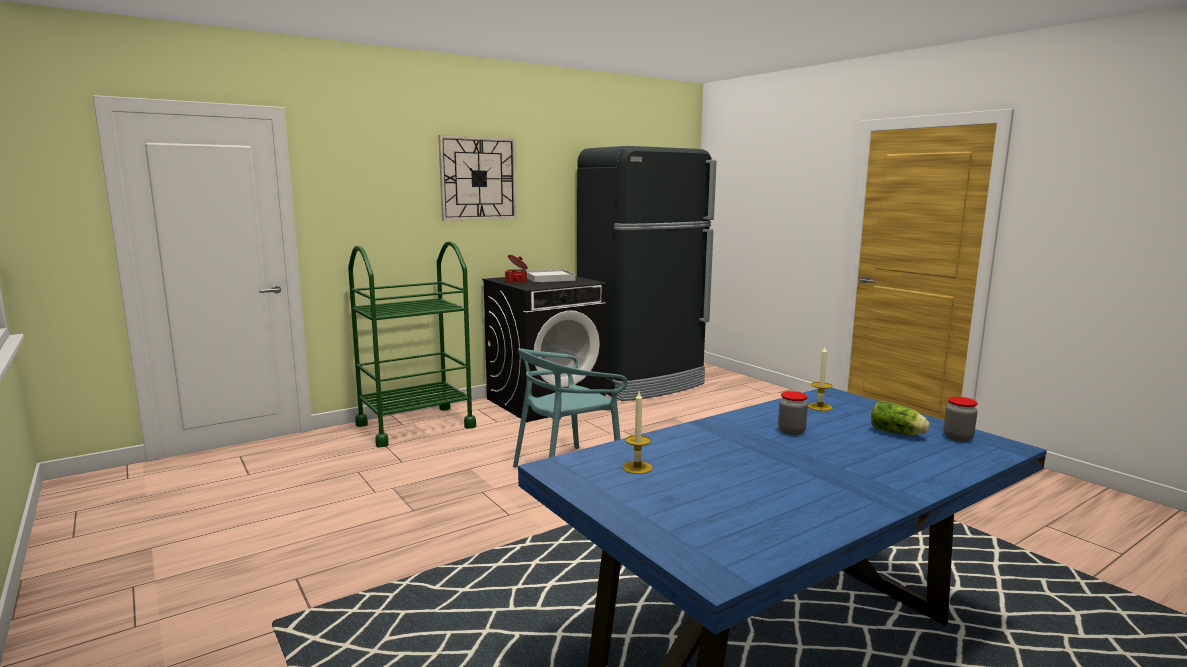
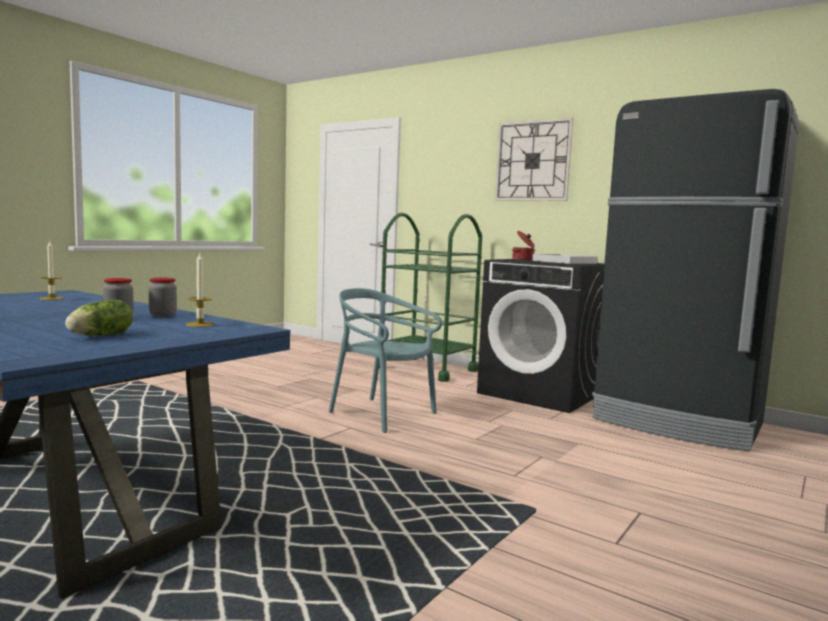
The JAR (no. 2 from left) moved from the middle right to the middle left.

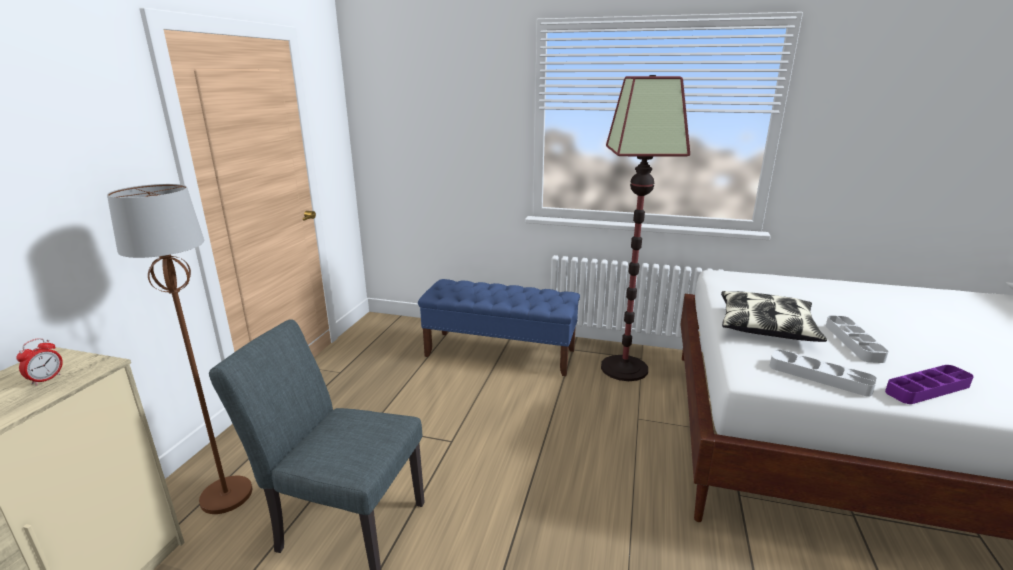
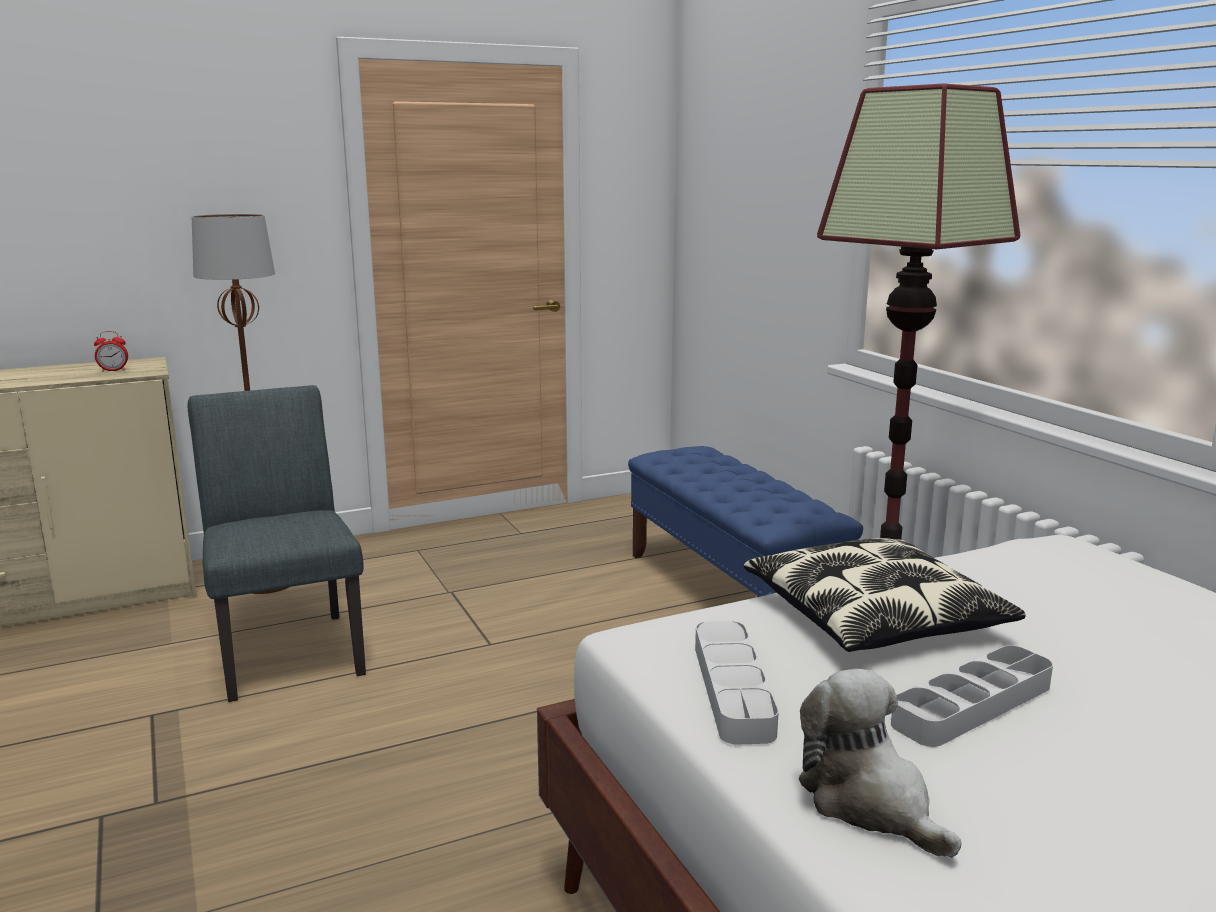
The PURPLE TRAY at the bottom right was replaced by the PLUSH TOY at the bottom right.

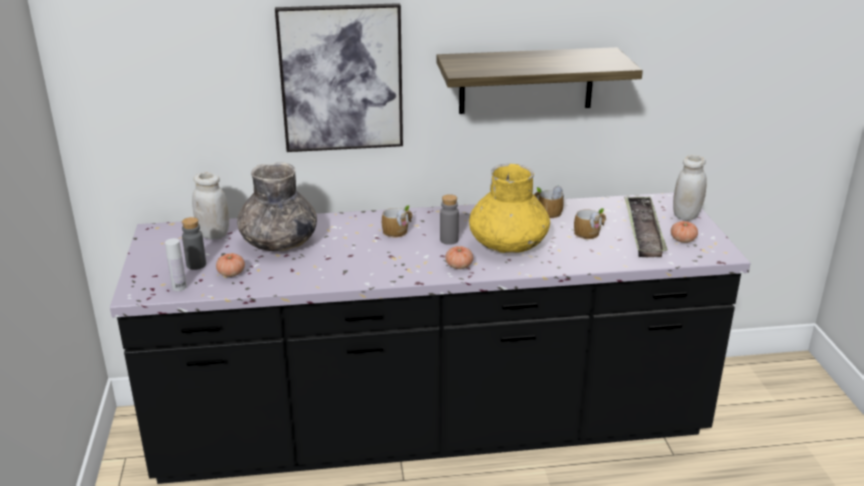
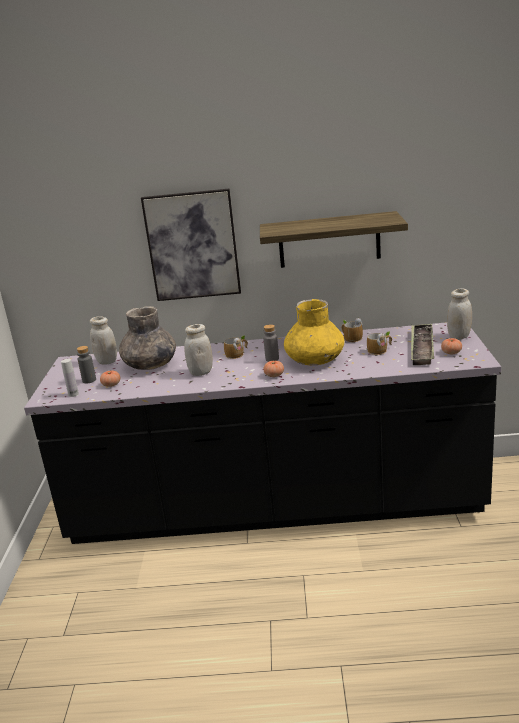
The WHITE JAR (no. 2 from left) at the centre appeared.

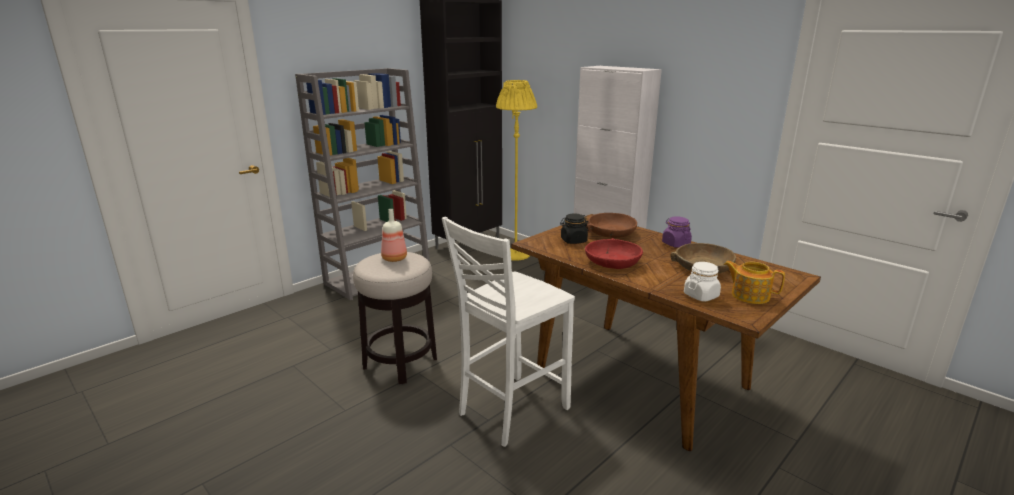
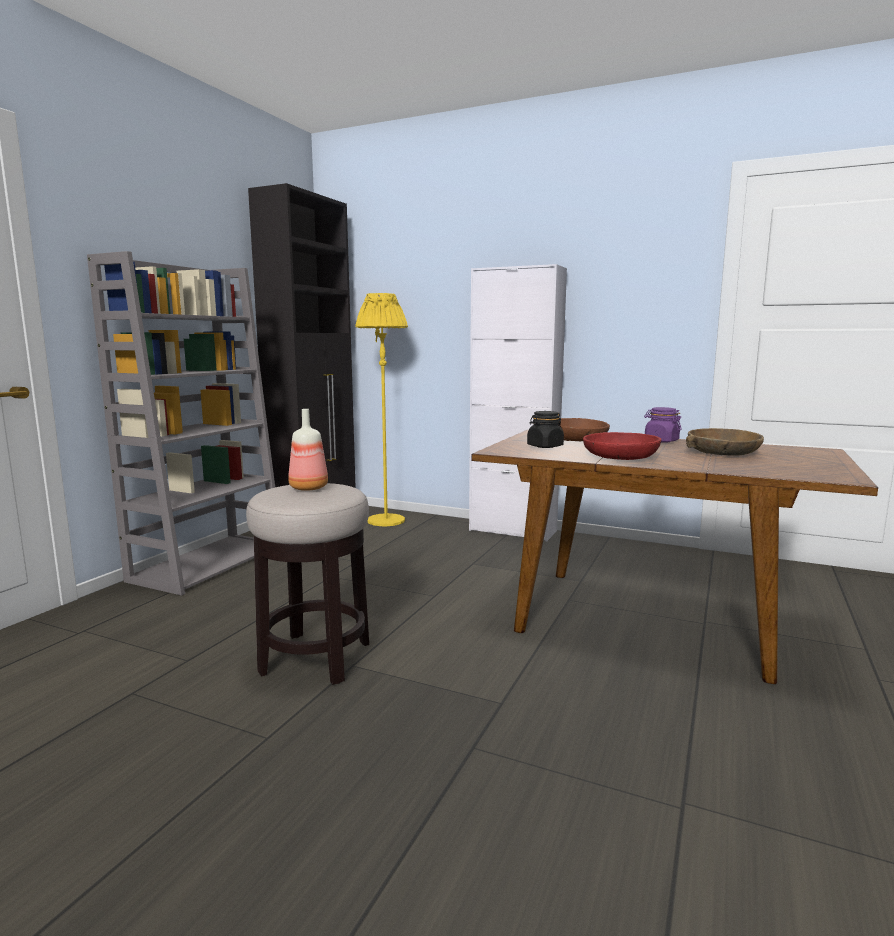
The WHITE CHAIR at the bottom centre disappeared.
The TEAPOT at the middle right disappeared.
The WHITE JAR at the middle right disappeared.

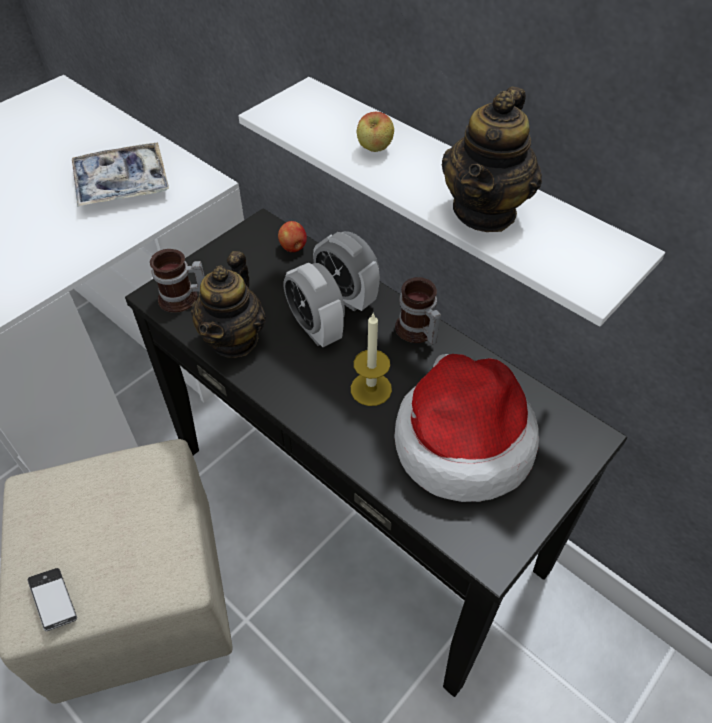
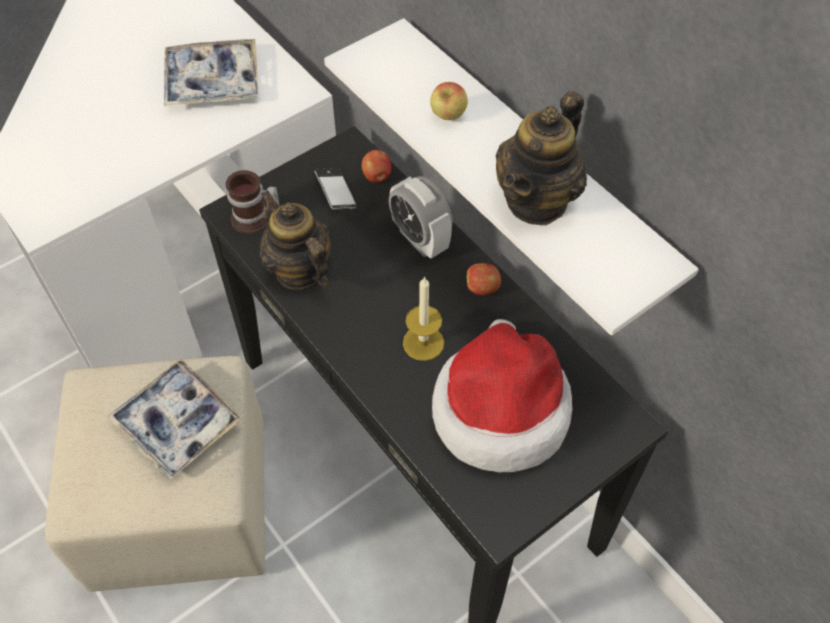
The TEAPOT (no. 1 from left) at the middle left turned 120 degrees clockwise.
The ALARM CLOCK (no. 1 from left) at the centre disappeared.
The MUG (no. 2 from left) at the centre was replaced by the APPLE (no. 3 from left) at the centre.
The PHONE moved from the bottom left to the top centre.
The TRAY (no. 1 from left) at the bottom left appeared.

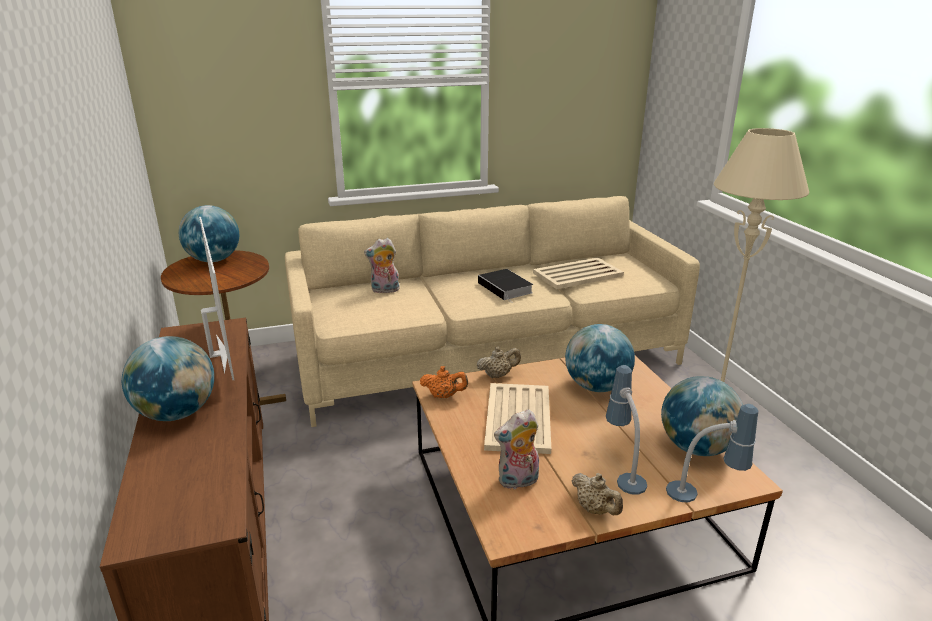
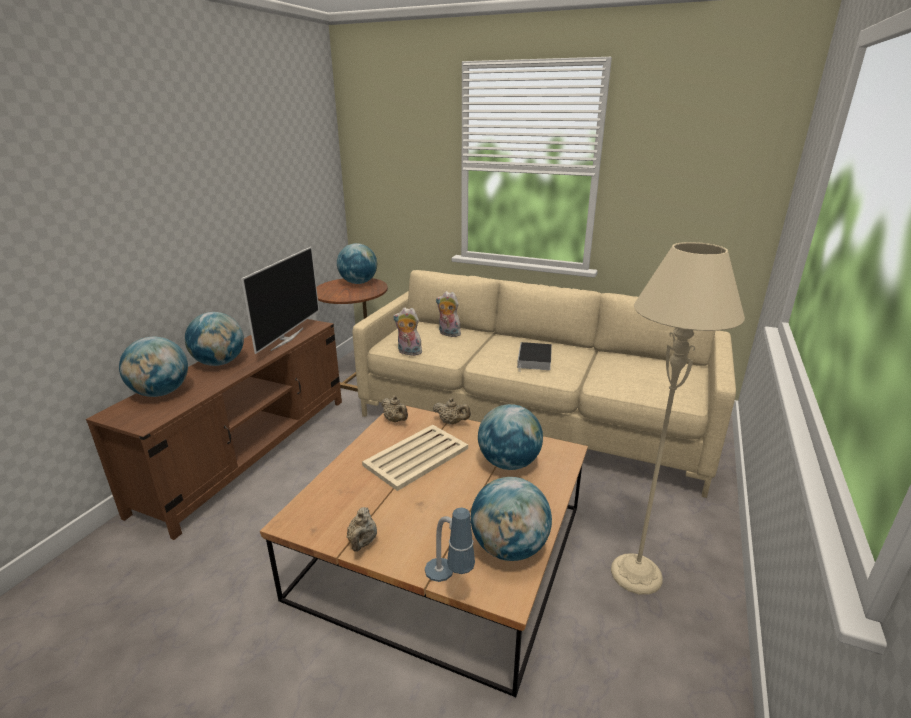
The BEIGE TRAY (no. 2 from left) at the centre disappeared.
The TABLE LAMP (no. 1 from left) at the bottom right disappeared.
The ORANGE TEAPOT at the centre became the BEIGE TEAPOT (no. 2 from left) at the centre.
The PLUSH TOY (no. 2 from left in the first image) moved from the bottom centre to the centre.
The GLOBE (no. 1 from left) at the middle left appeared.

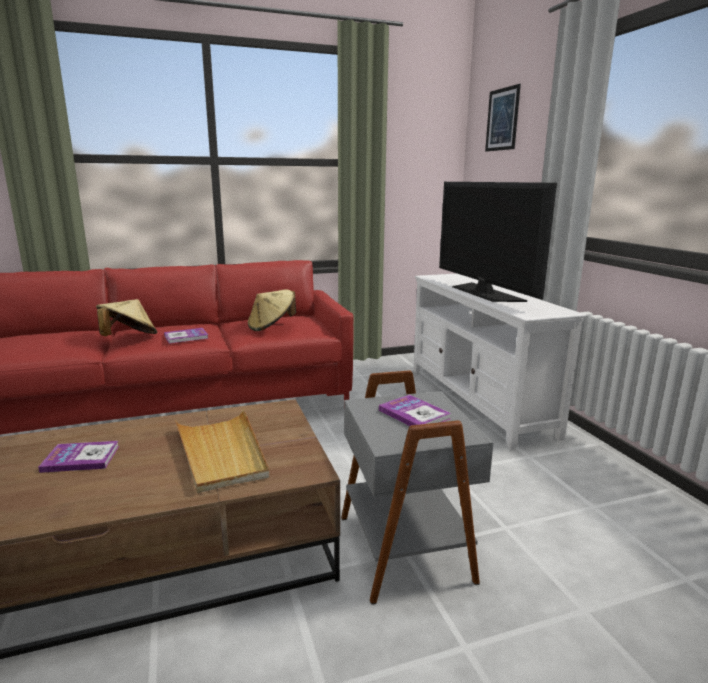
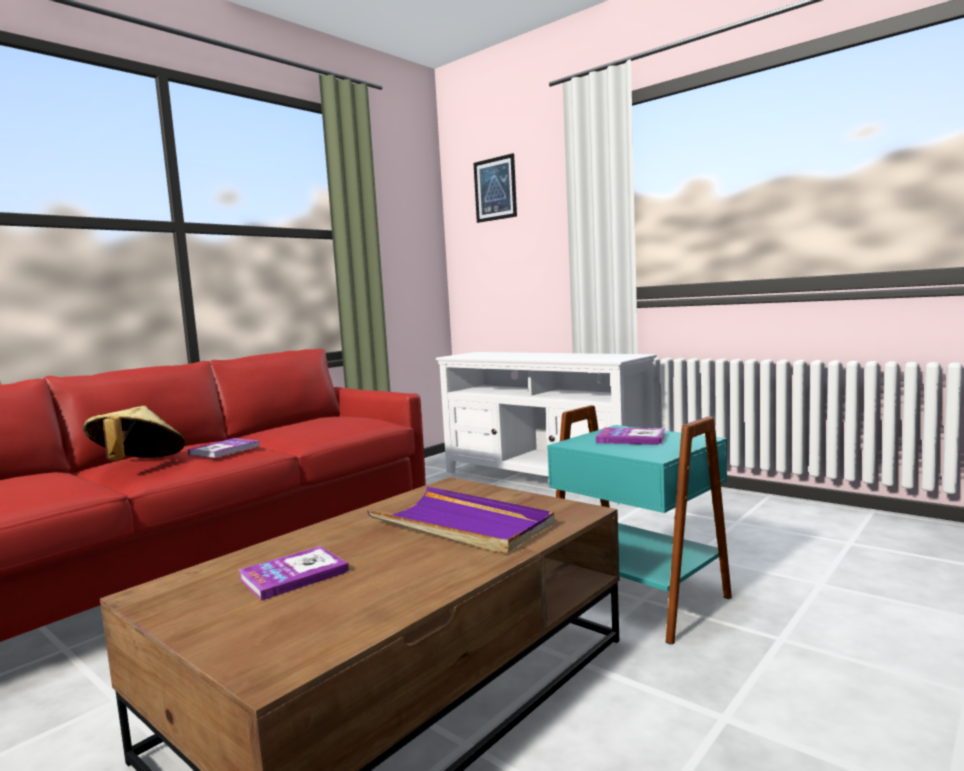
The TELEVISION at the middle right disappeared.
The BEIGE HAT (no. 2 from left) at the centre disappeared.
The GREY SIDE TABLE at the bottom centre became the TURQUOISE SIDE TABLE at the bottom centre.
The BEIGE TRAY at the middle left became the PURPLE TRAY at the bottom centre.

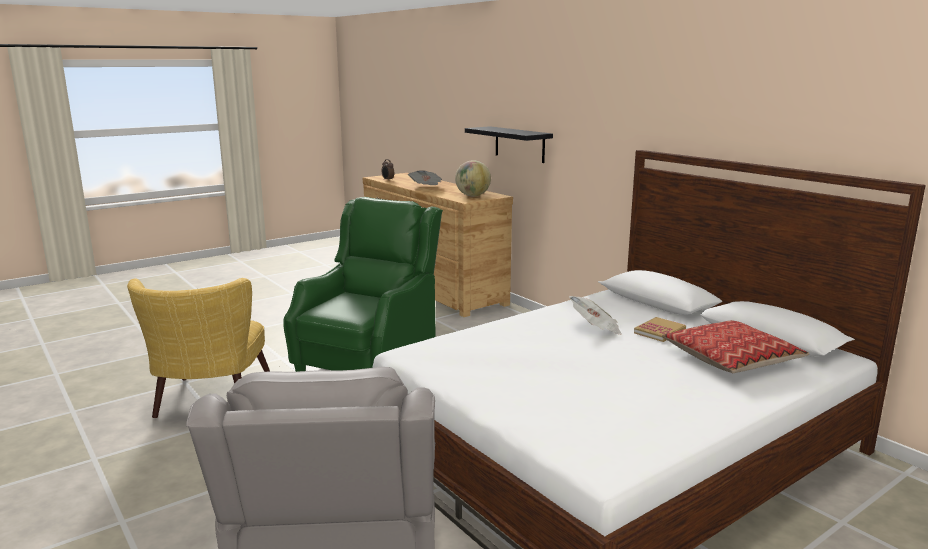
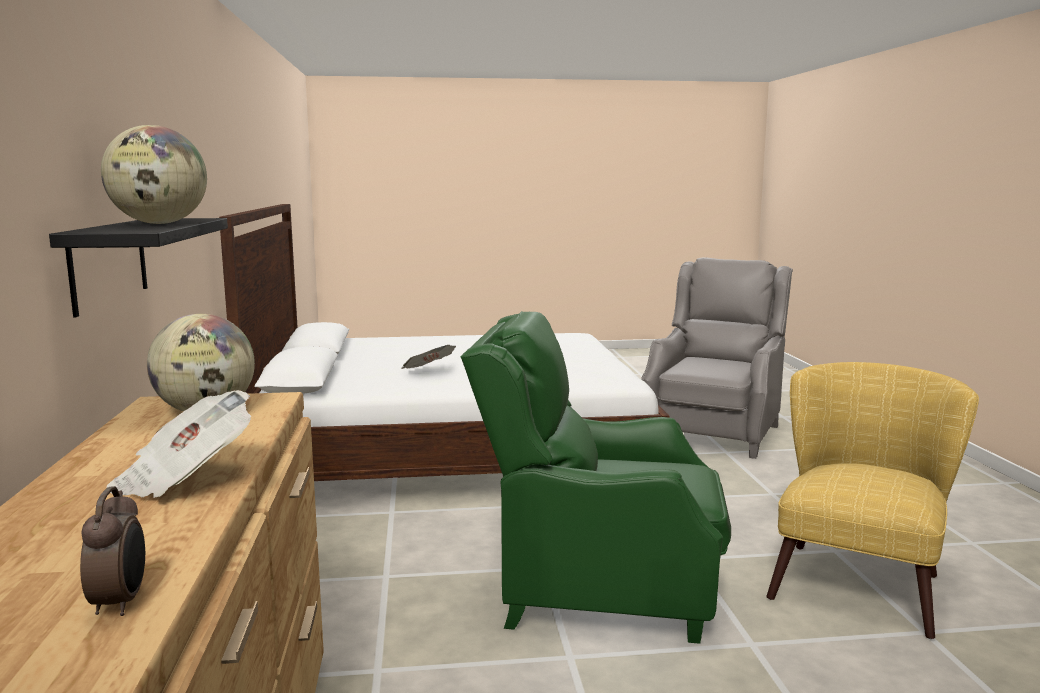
The GREEN ARMCHAIR at the centre turned 45 degrees clockwise.
The BOOK at the middle right disappeared.
The PILLOW at the middle right disappeared.
The GLOBE (no. 1 from left) at the top left appeared.

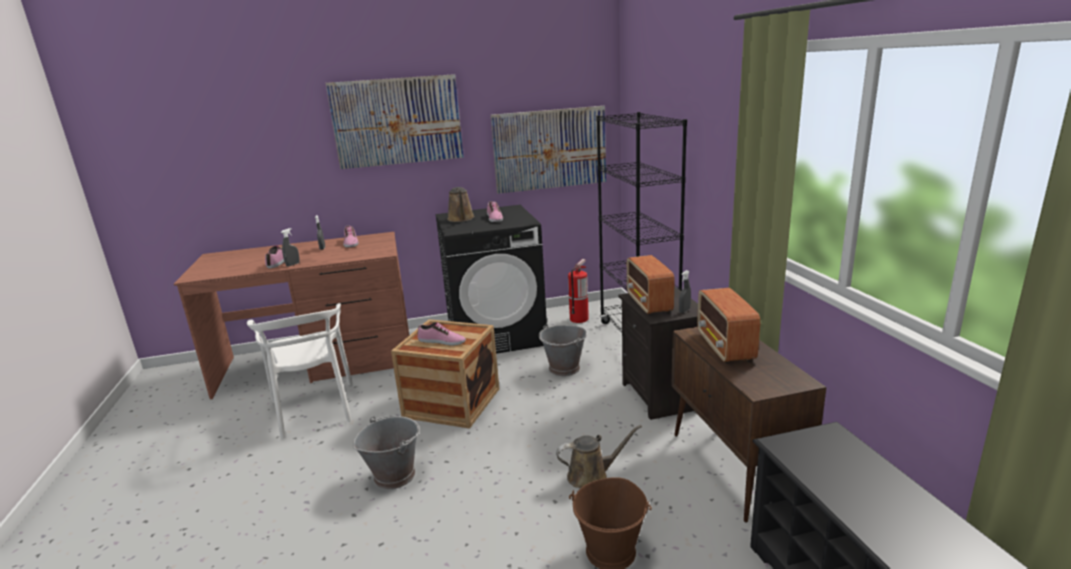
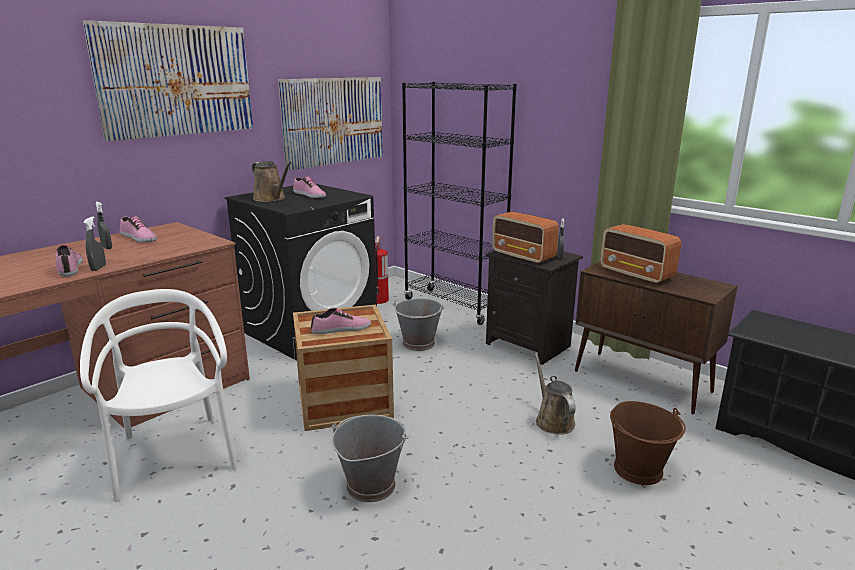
The WHITE CHAIR at the middle left turned 150 degrees counterclockwise.
The BROWN WATERING CAN (no. 2 from left) at the bottom centre turned 60 degrees counterclockwise.

